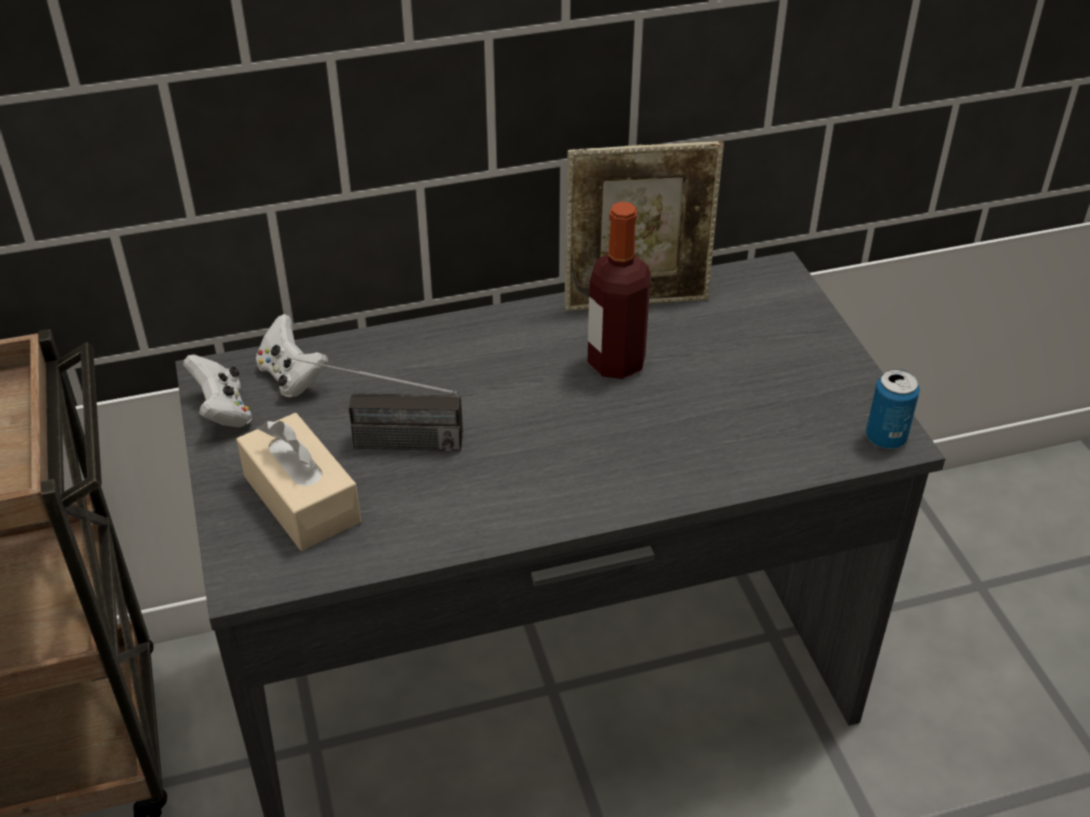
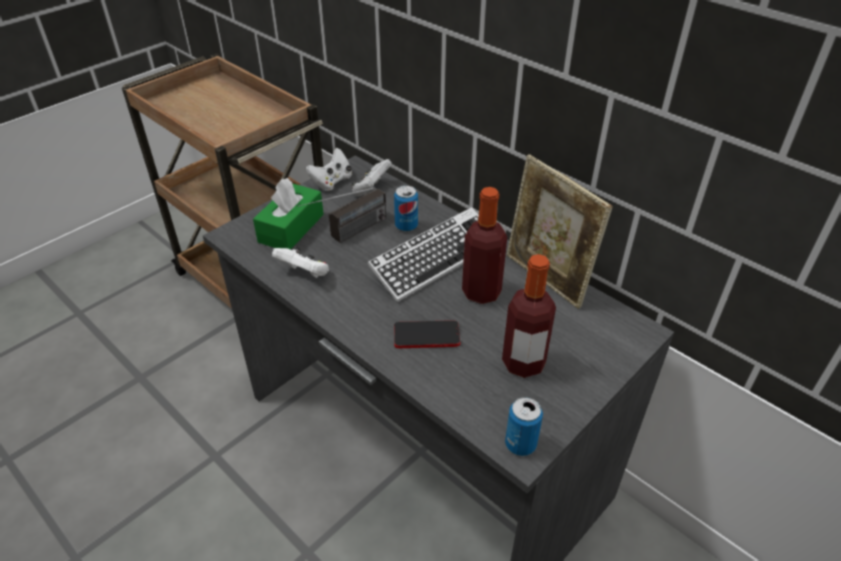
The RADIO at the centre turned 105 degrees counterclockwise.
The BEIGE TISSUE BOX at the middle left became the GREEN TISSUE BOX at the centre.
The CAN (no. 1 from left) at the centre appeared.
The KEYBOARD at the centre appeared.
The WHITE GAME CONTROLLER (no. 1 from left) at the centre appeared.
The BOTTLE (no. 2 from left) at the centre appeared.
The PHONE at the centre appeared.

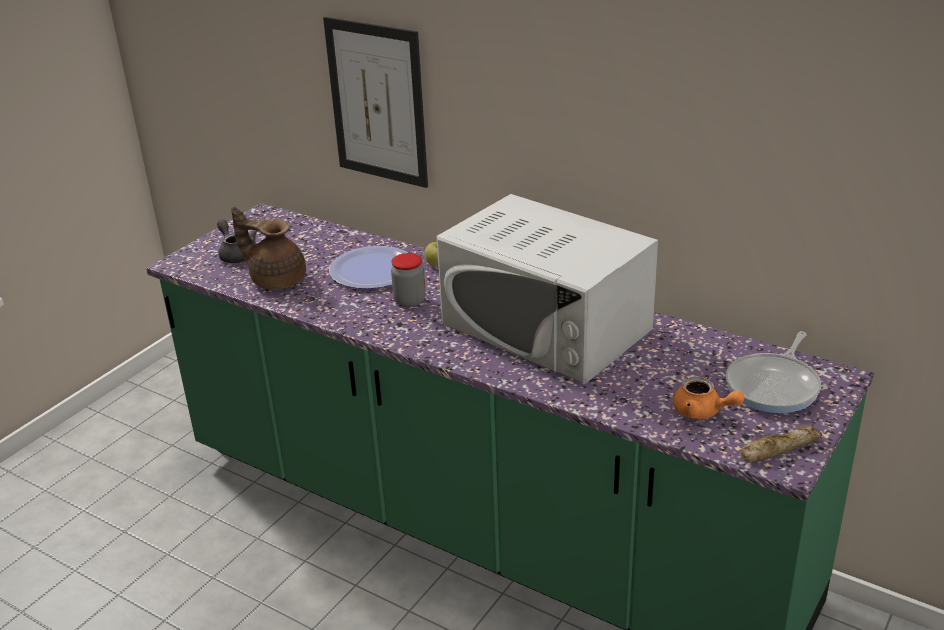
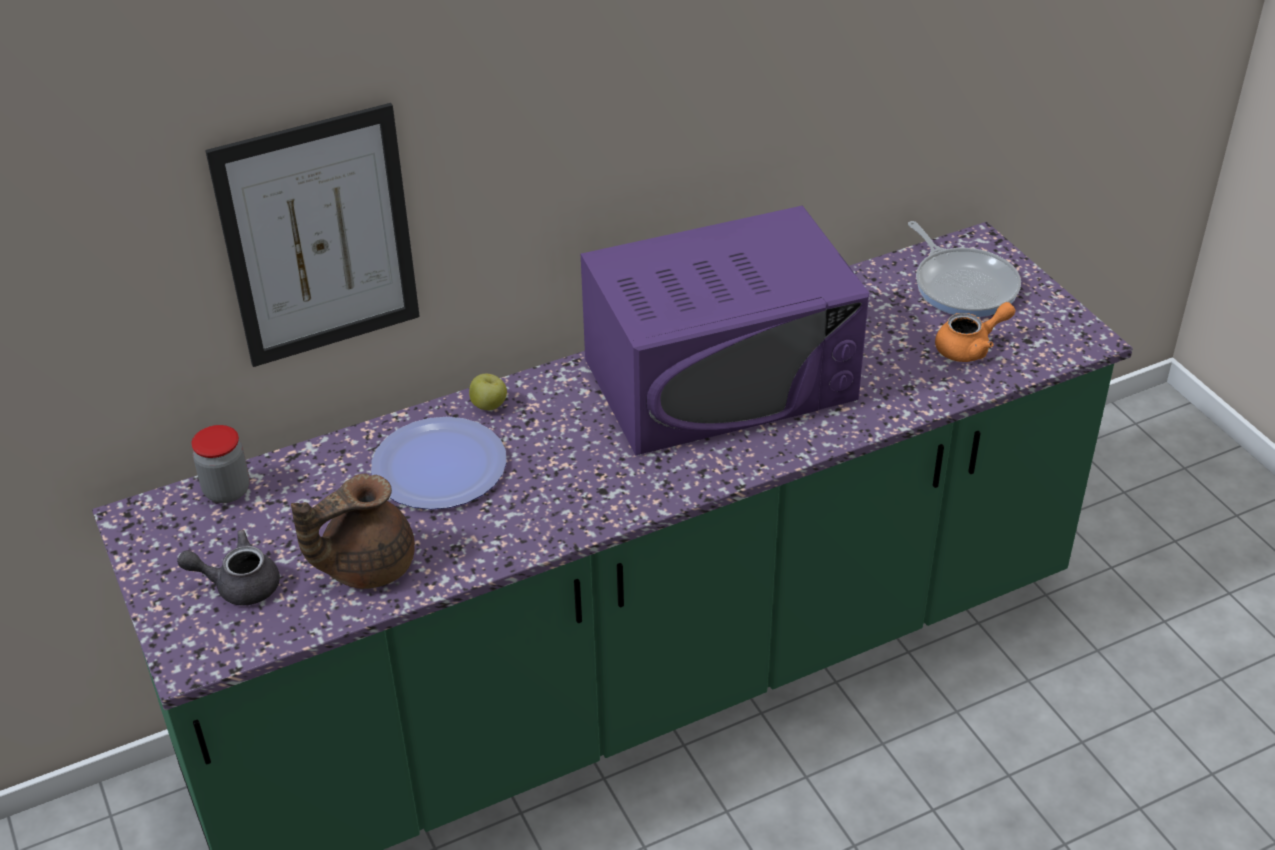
The WHITE MICROWAVE at the centre became the PURPLE MICROWAVE at the centre.
The JAR moved from the centre to the middle left.
The BREAD at the bottom right disappeared.

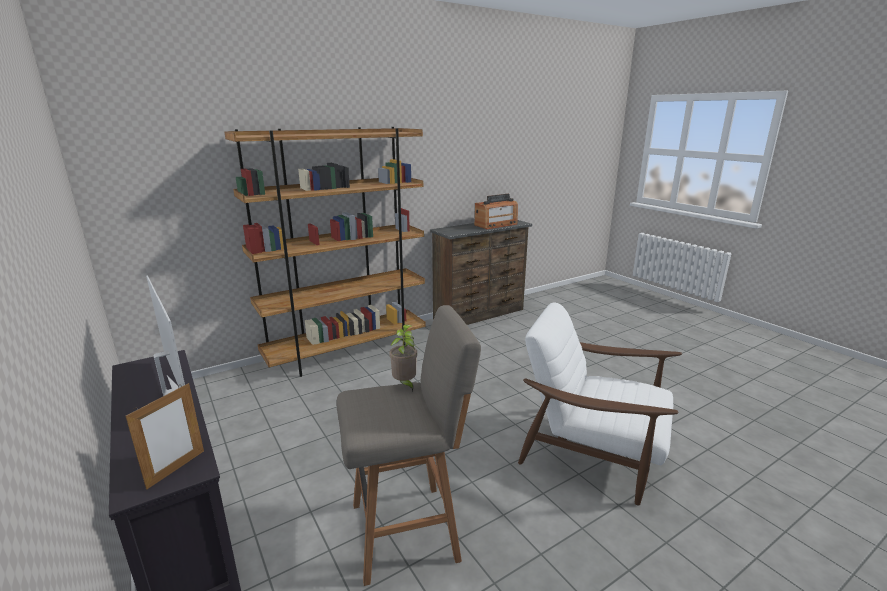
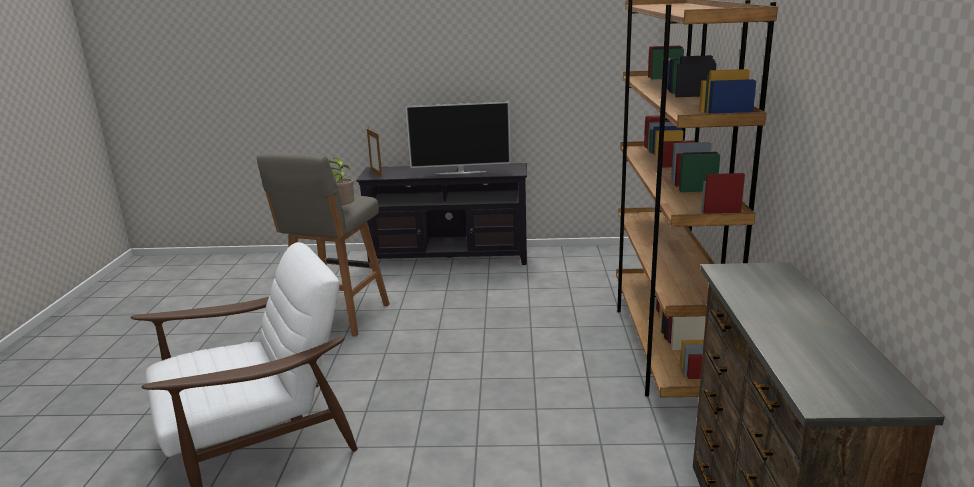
The RADIO at the centre disappeared.

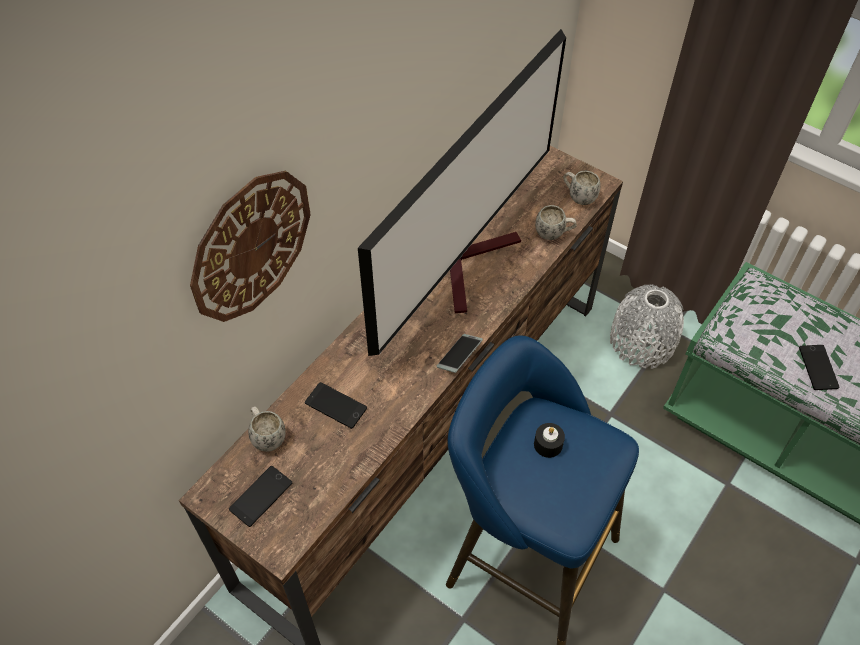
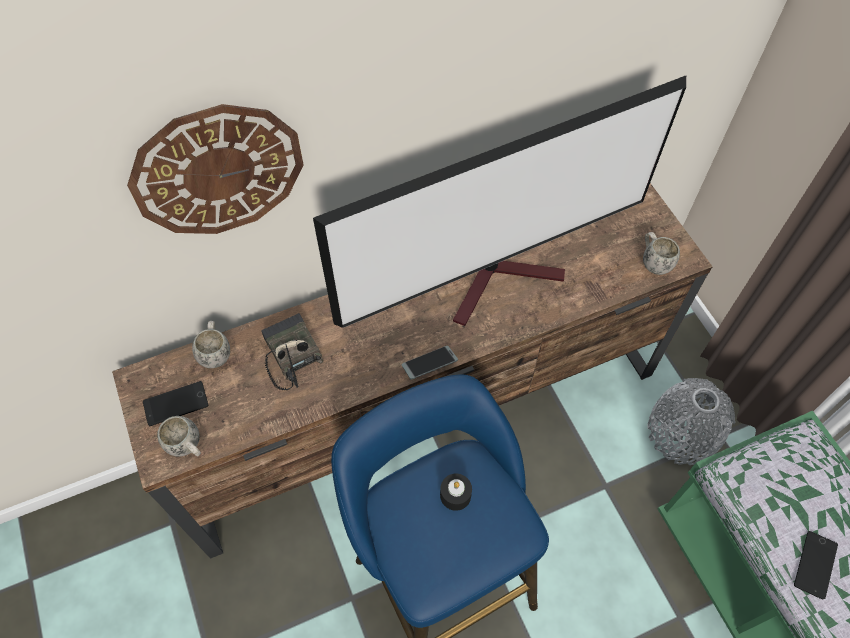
The WHITE MUG (no. 2 from left in the first image) moved from the centre to the bottom left.
The PHONE (no. 2 from left) at the centre was replaced by the RADIO at the centre.

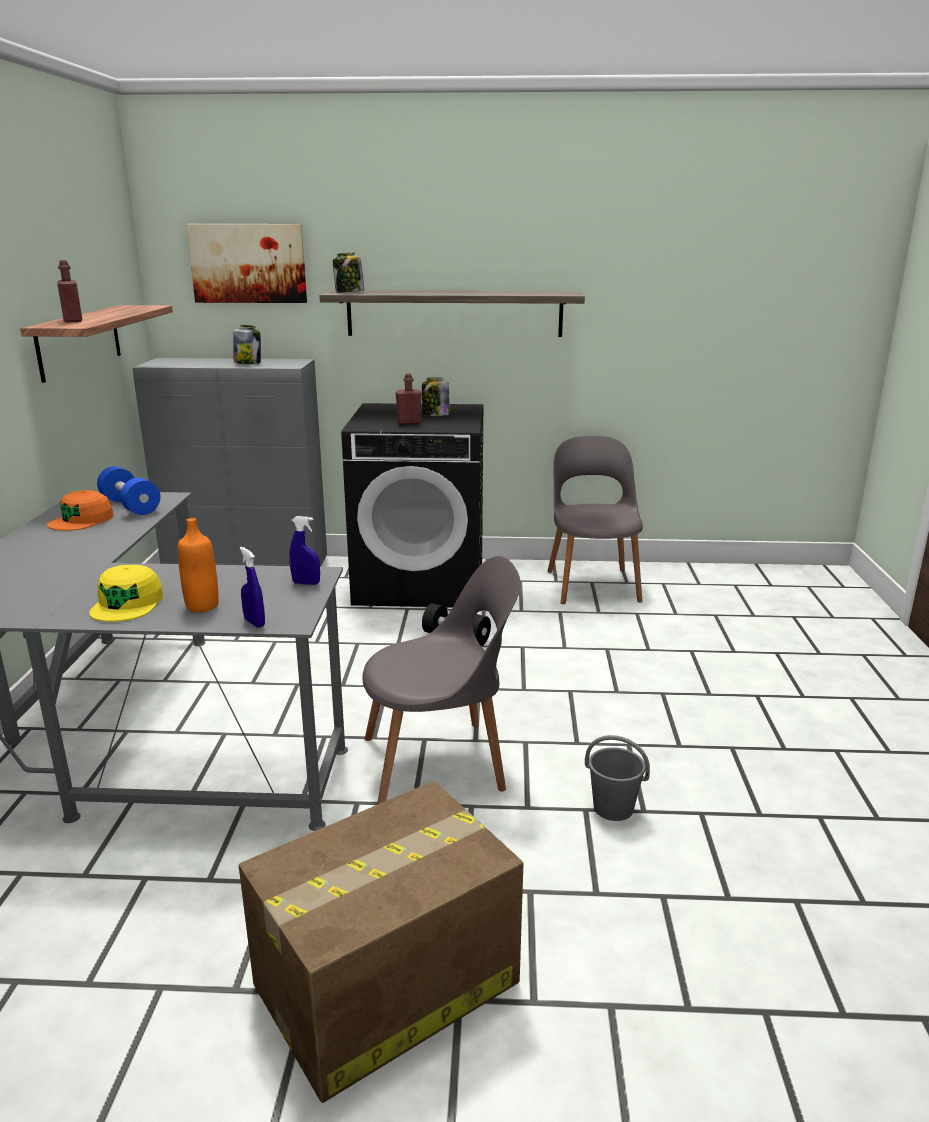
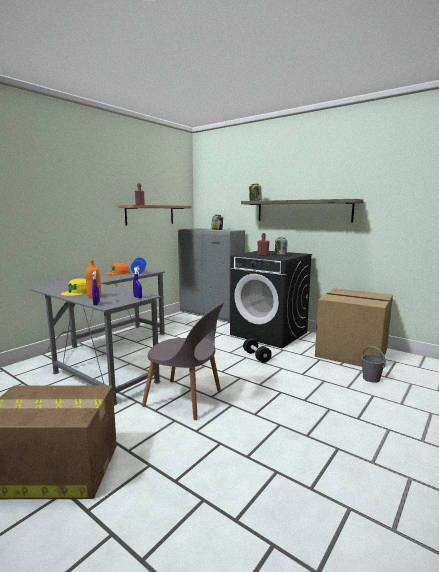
The PICTURE at the top left disappeared.
The GREY CHAIR (no. 2 from left) at the centre was replaced by the CARDBOARD BOX (no. 2 from left) at the middle right.
The GREY BUCKET moved from the bottom centre to the middle right.

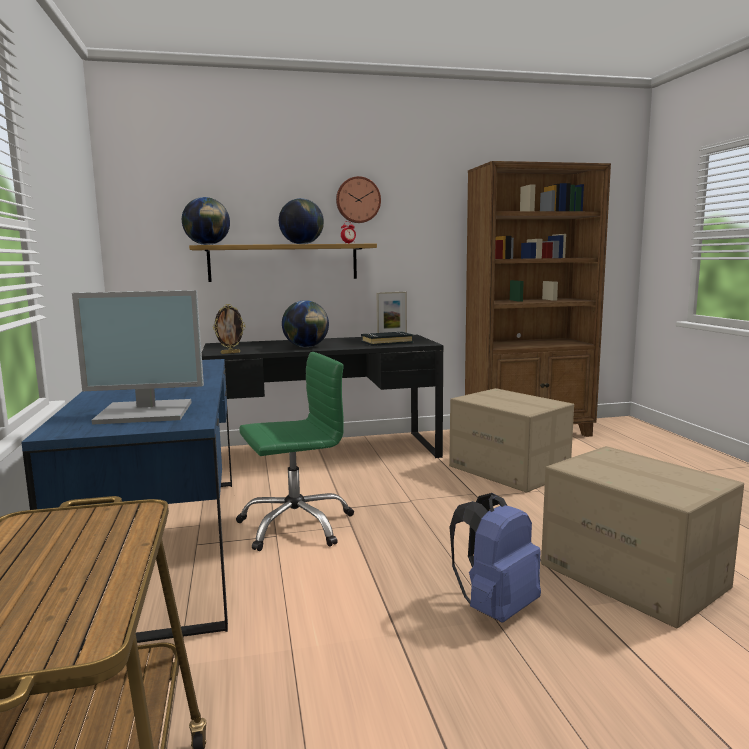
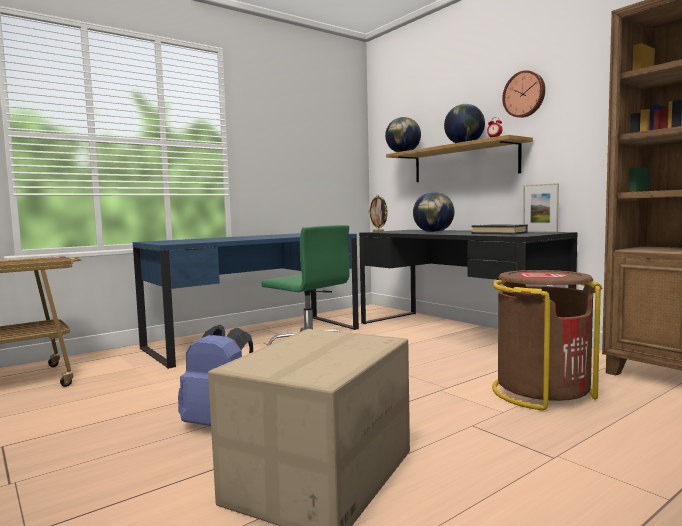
The MONITOR at the middle left disappeared.
The CARDBOARD BOX (no. 1 from left) at the middle right was replaced by the BROWN TRASH CAN at the middle right.

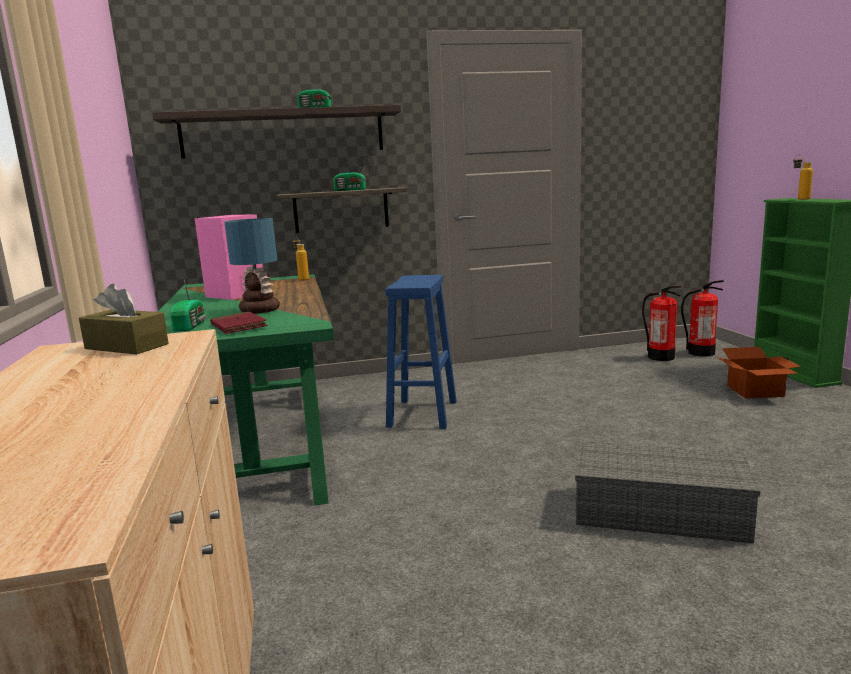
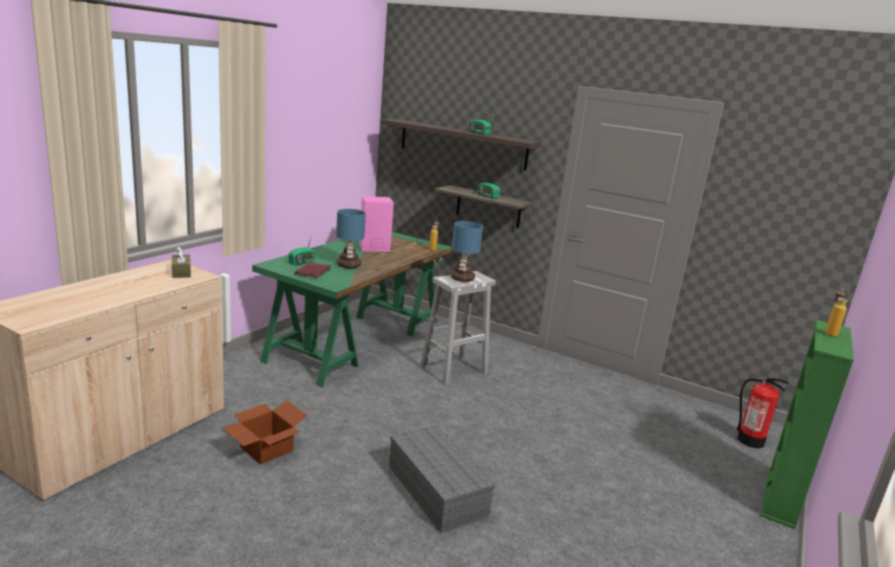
The BLUE STOOL at the centre became the WHITE STOOL at the centre.
The FIRE EXTINGUISHER (no. 1 from left) at the middle right disappeared.
The CARDBOARD BOX moved from the middle right to the bottom left.
The TABLE LAMP (no. 2 from left) at the centre appeared.

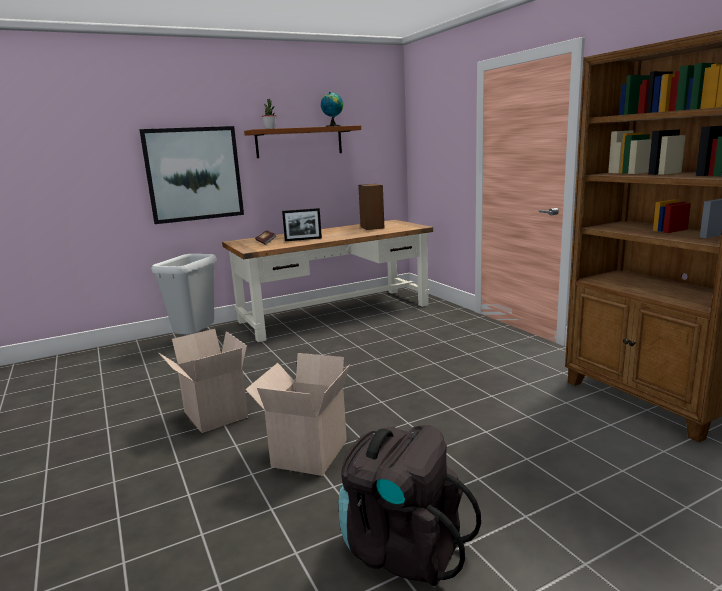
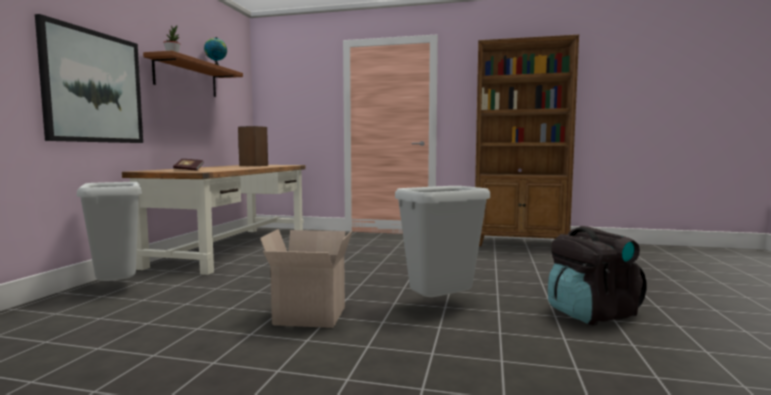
The PICTURE FRAME at the centre disappeared.
The CARDBOARD BOX (no. 2 from left) at the bottom centre was replaced by the GREY TRASH CAN (no. 2 from left) at the centre.

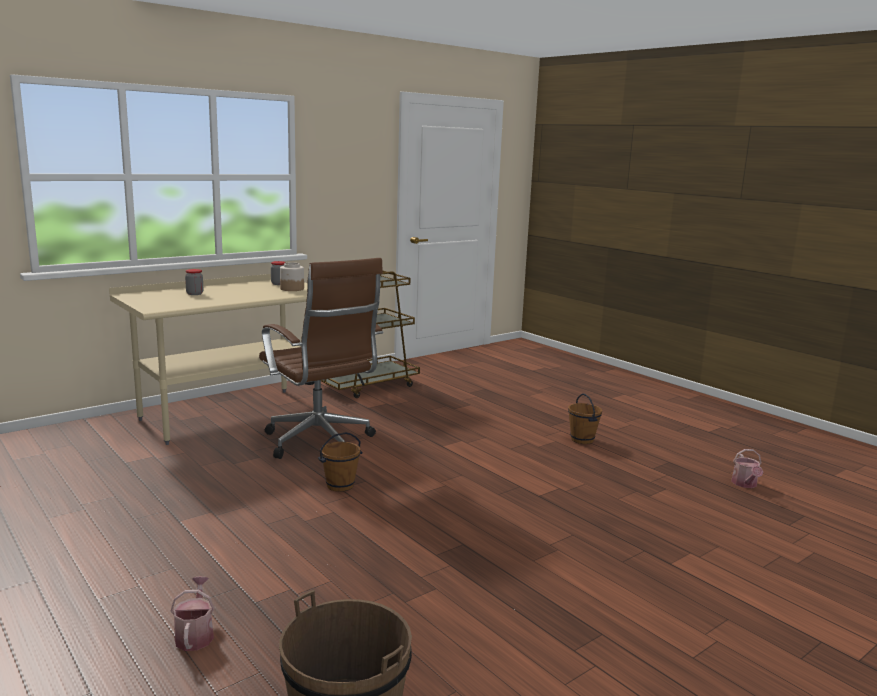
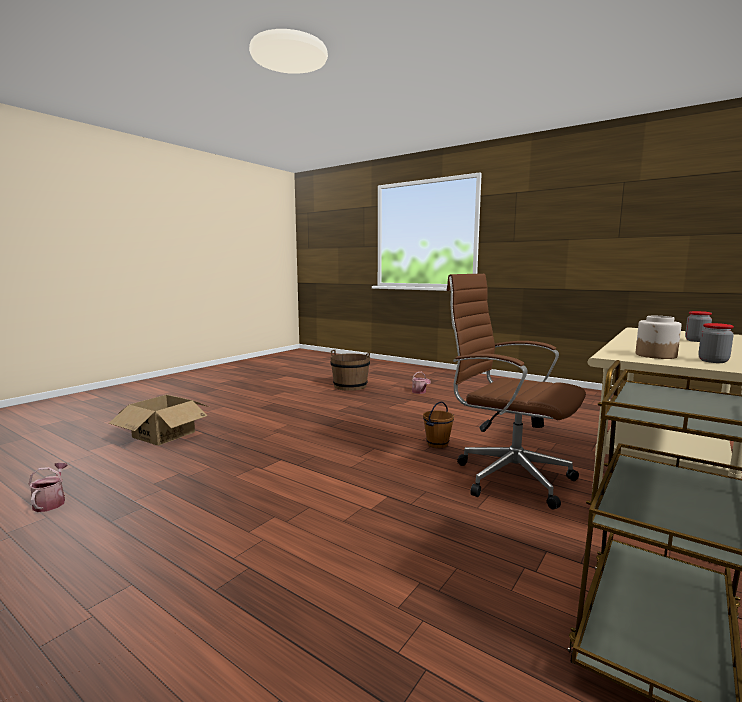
The BROWN BUCKET (no. 3 from left) at the middle right disappeared.
The CARDBOARD BOX at the middle left appeared.

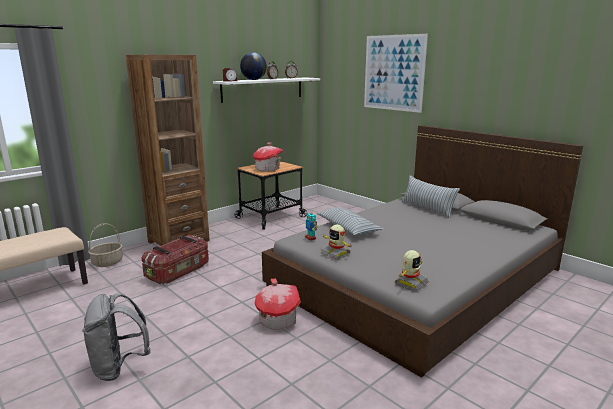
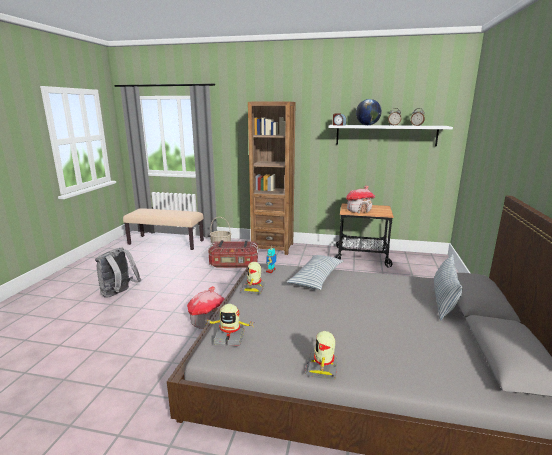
The PICTURE at the top centre disappeared.
The TOY ROBOT (no. 4 from left) at the bottom centre appeared.

